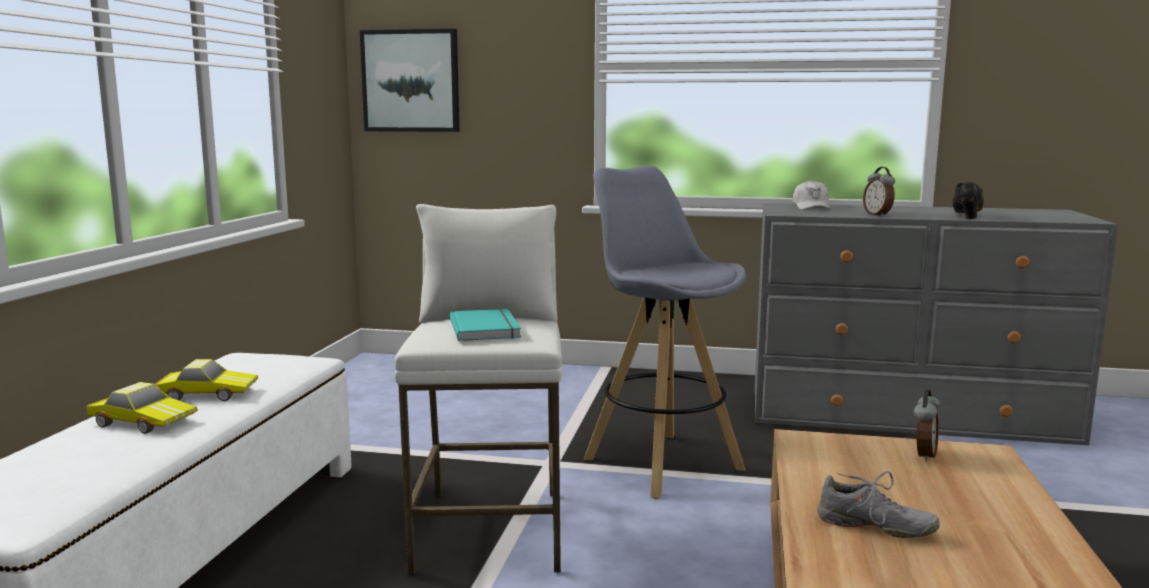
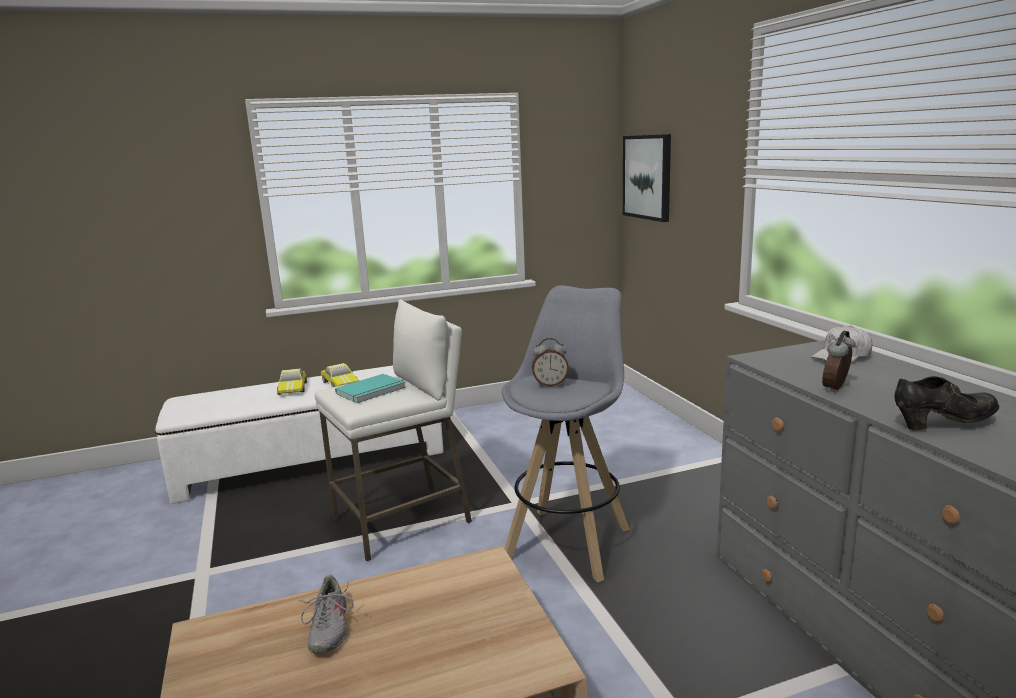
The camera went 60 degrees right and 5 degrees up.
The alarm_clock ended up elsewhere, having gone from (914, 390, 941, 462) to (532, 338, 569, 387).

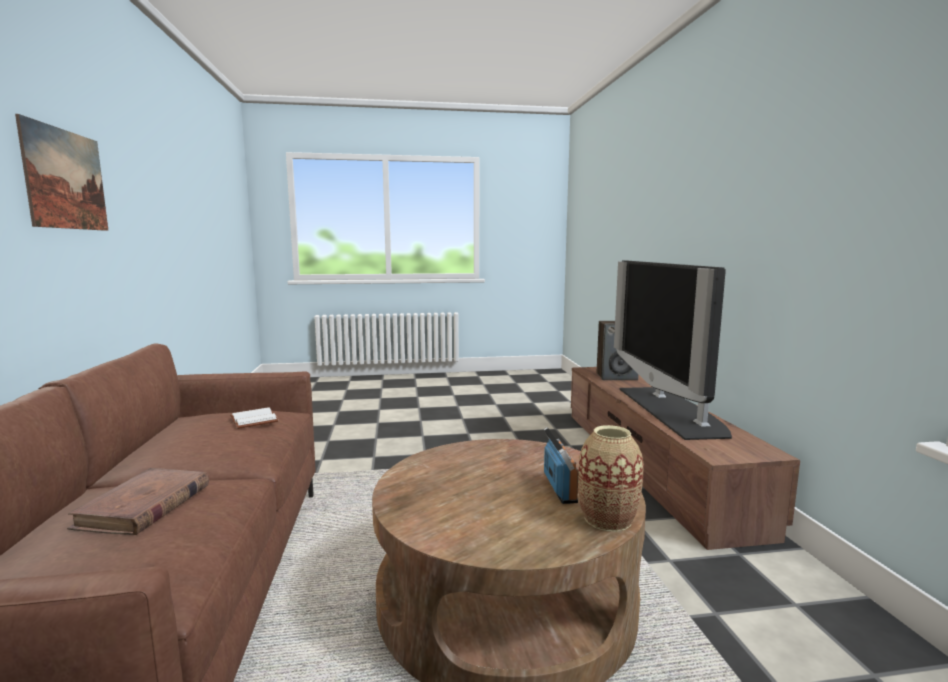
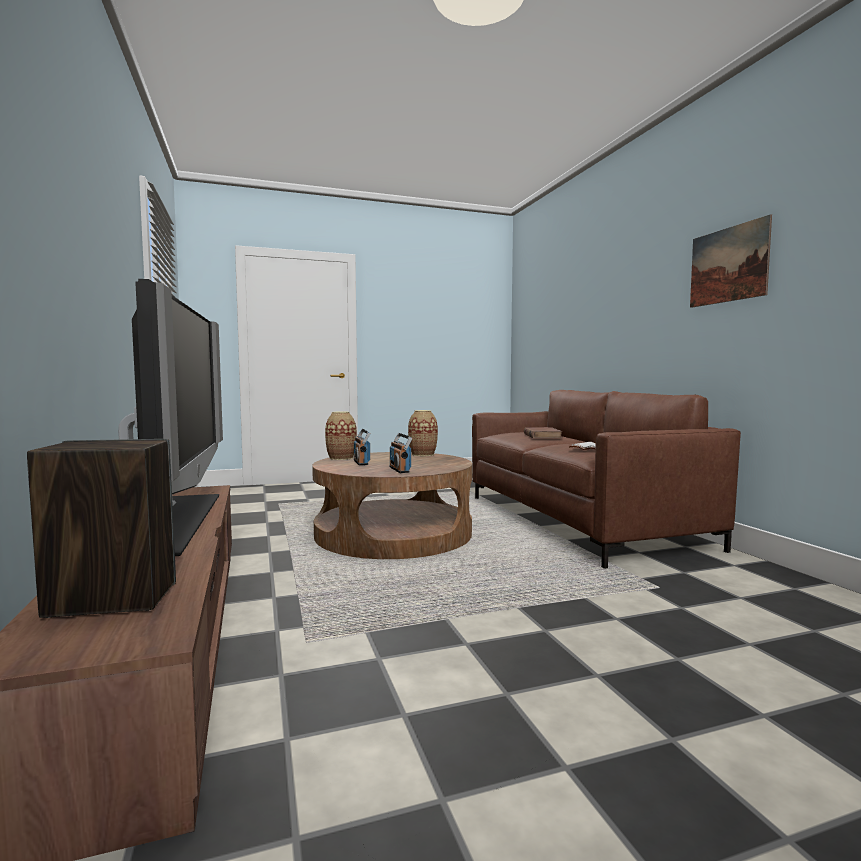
The camera went 170 degrees right and 5 degrees down.
The second view gained the vase at (408, 410, 438, 456).
The second view gained the radio at (390, 433, 413, 473).

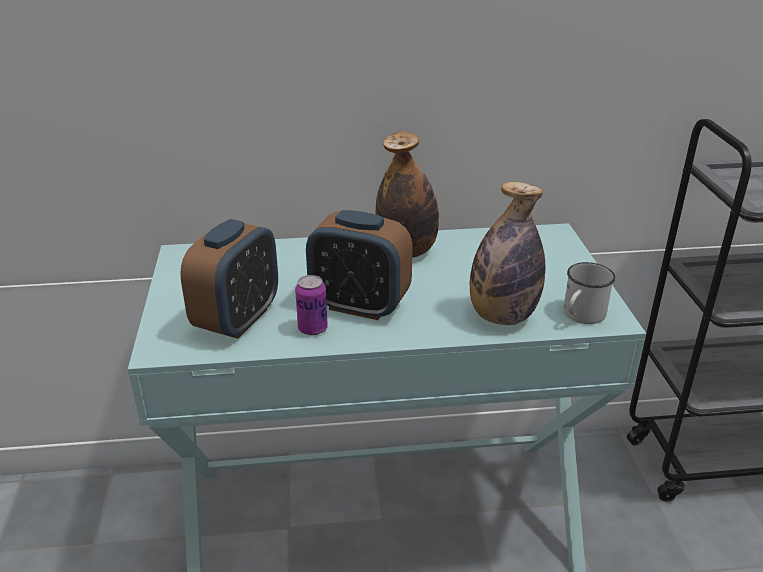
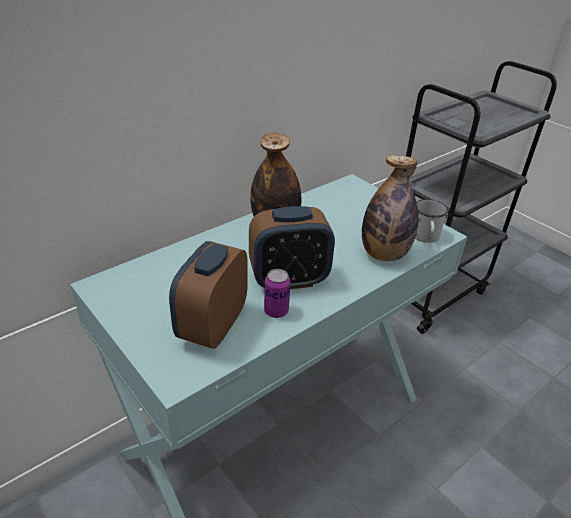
The camera went 35 degrees left and 5 degrees up.
The alarm_clock at (180, 219, 278, 339) ended up facing another way, 150 degrees counterclockwise from before.

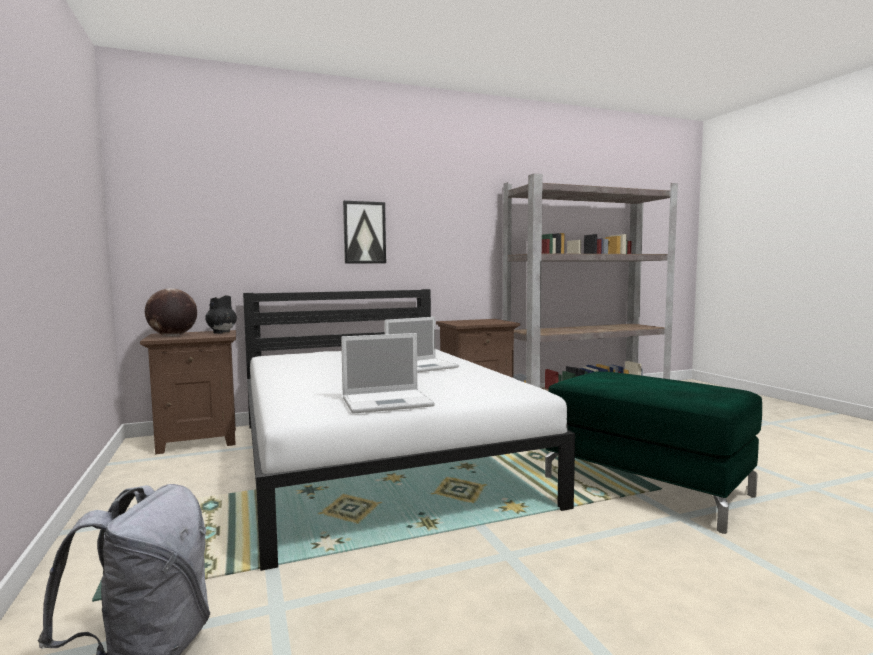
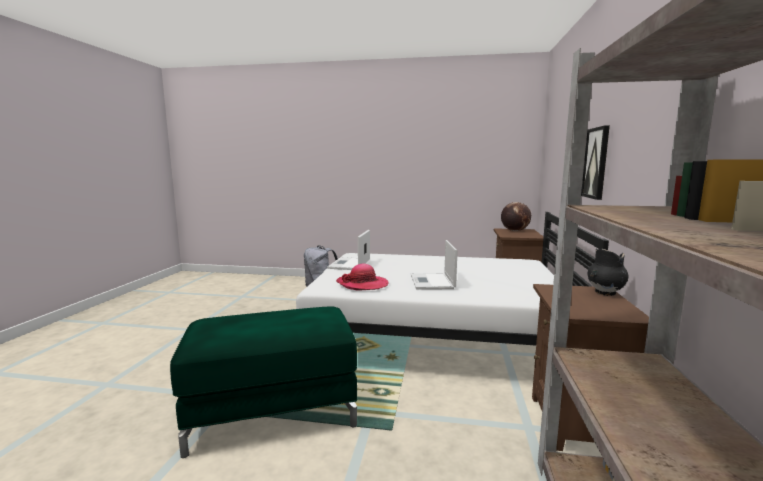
The camera went 120 degrees right and 5 degrees up.
The black_vase ended up elsewhere, having gone from (205, 295, 237, 334) to (588, 249, 628, 296).
The second view gained the wearable_hat at (336, 264, 389, 291).

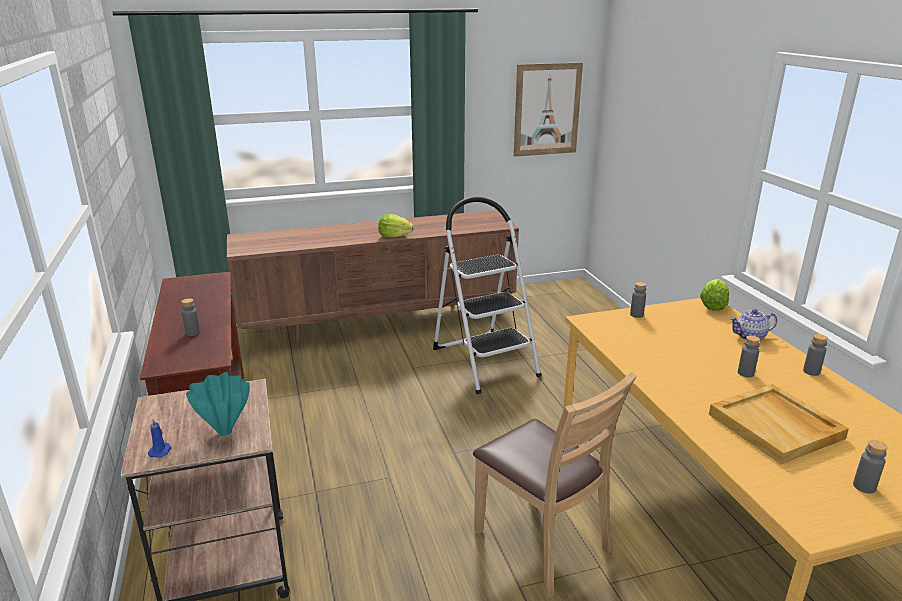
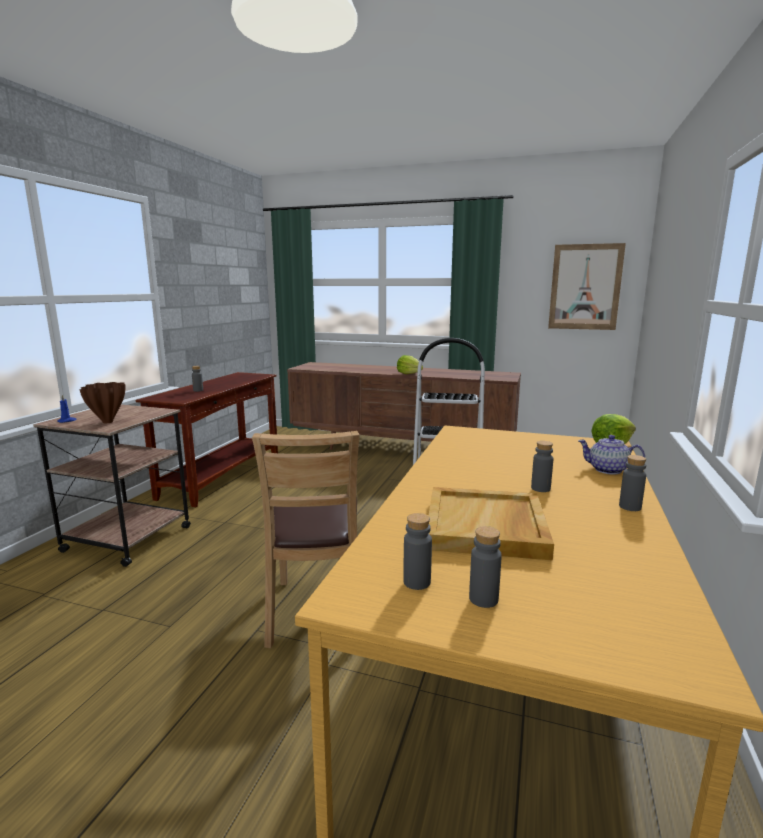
The camera went 35 degrees right and 10 degrees down.
The greyish_bottle ended up elsewhere, having gone from (630, 282, 646, 318) to (403, 513, 432, 590).
What was the blue-green_vase at (186, 372, 249, 436) turned into the brown_vase at (79, 382, 125, 423).

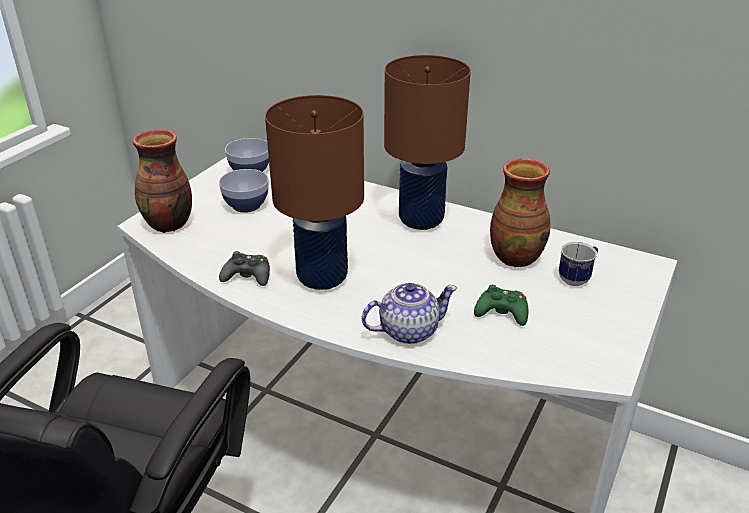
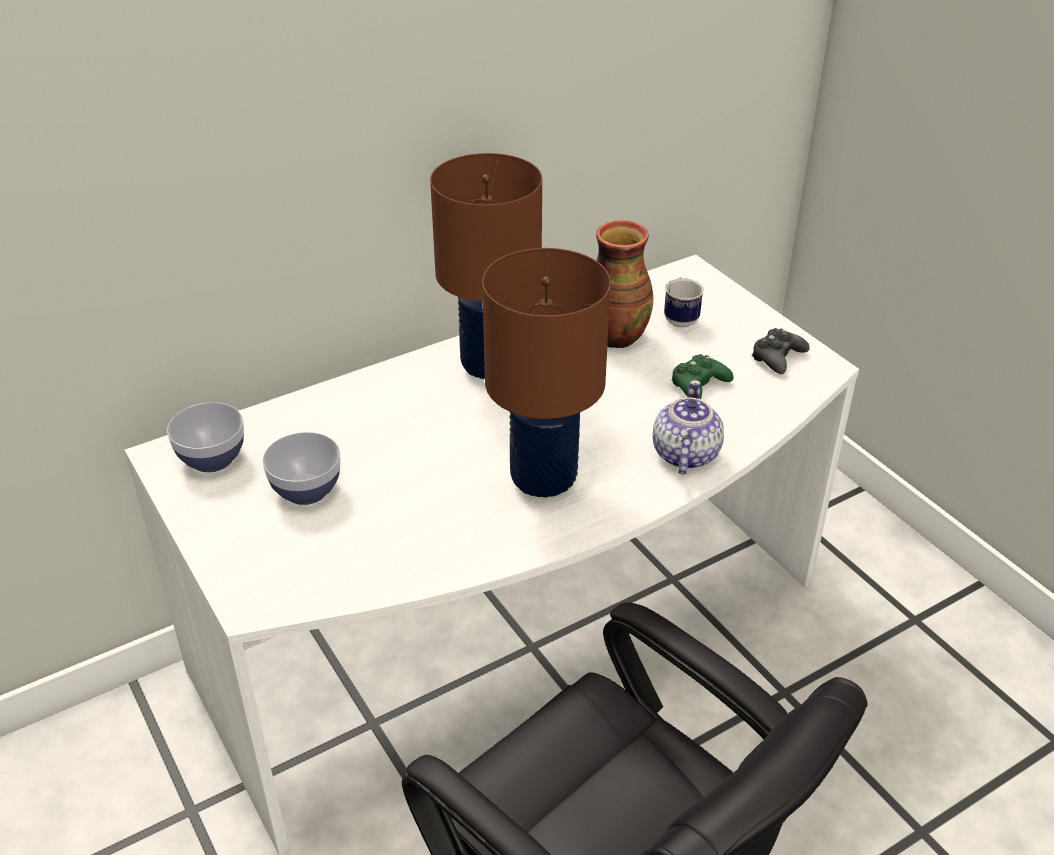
The camera went 60 degrees left and 5 degrees up.
The second view lost the vase at (133, 130, 192, 233).
The black_gamepad ended up elsewhere, having gone from (219, 251, 270, 286) to (751, 328, 810, 374).

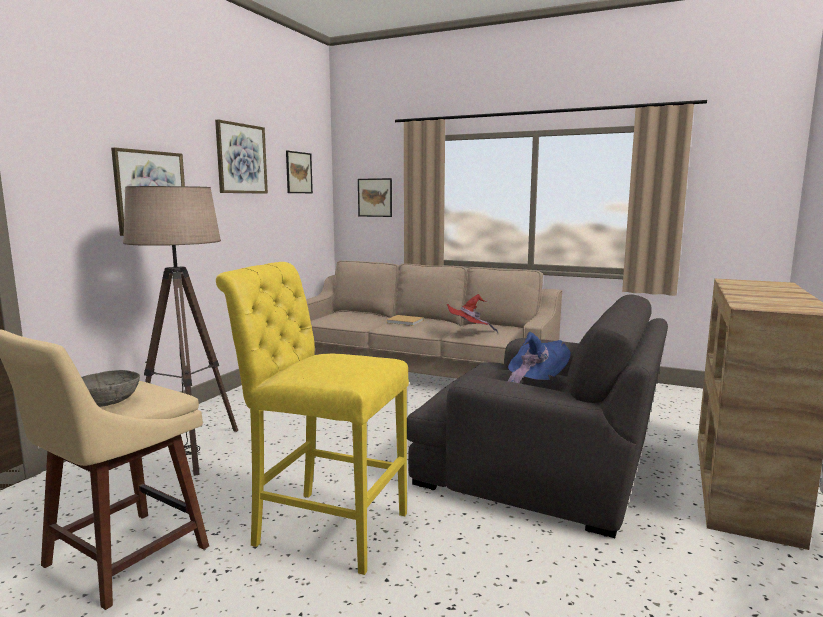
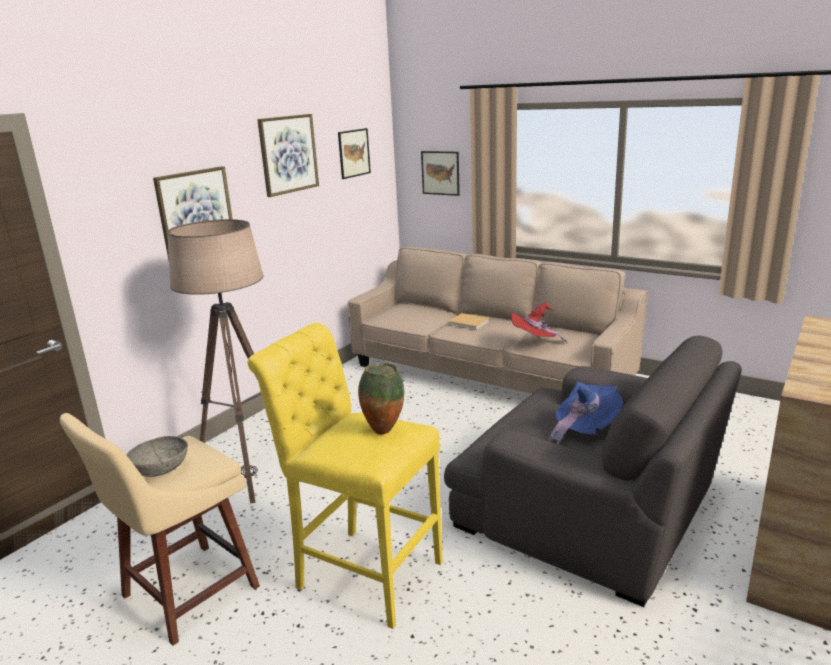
The camera went 10 degrees right and 10 degrees up.
The second view gained the vase at (358, 362, 404, 435).

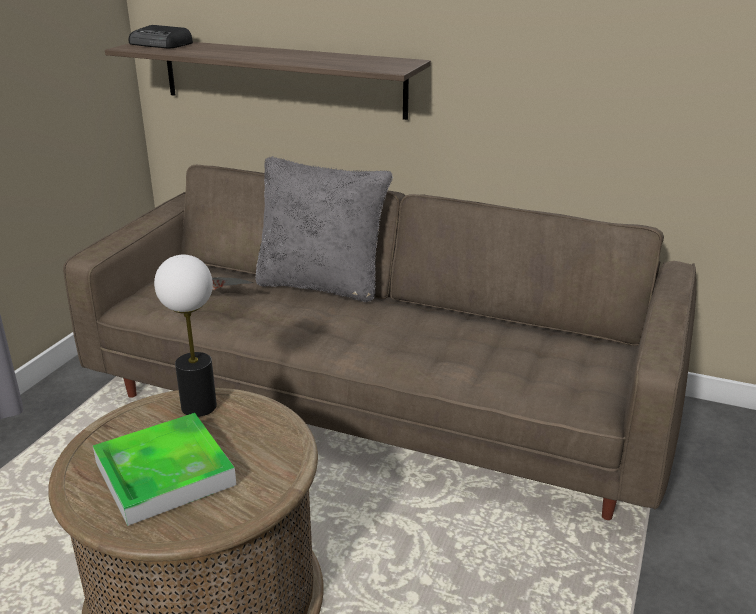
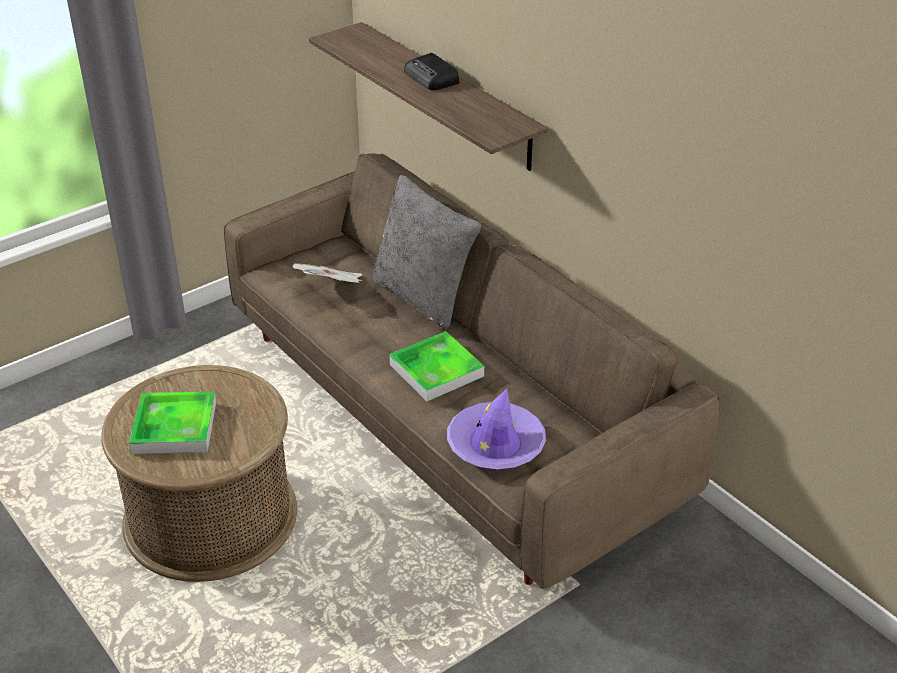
The camera went 30 degrees right and 10 degrees up.
The radio ended up elsewhere, having gone from (129, 25, 193, 48) to (404, 53, 459, 90).
The second view lost the lamp_for_a_table at (154, 255, 217, 417).
The second view gained the serving_tray at (389, 331, 484, 401).
The second view gained the purplish_wearable_hat at (447, 389, 546, 470).

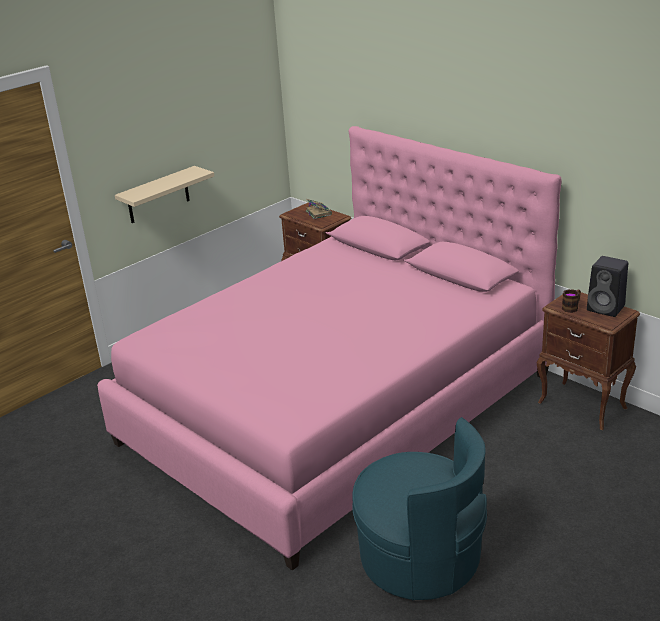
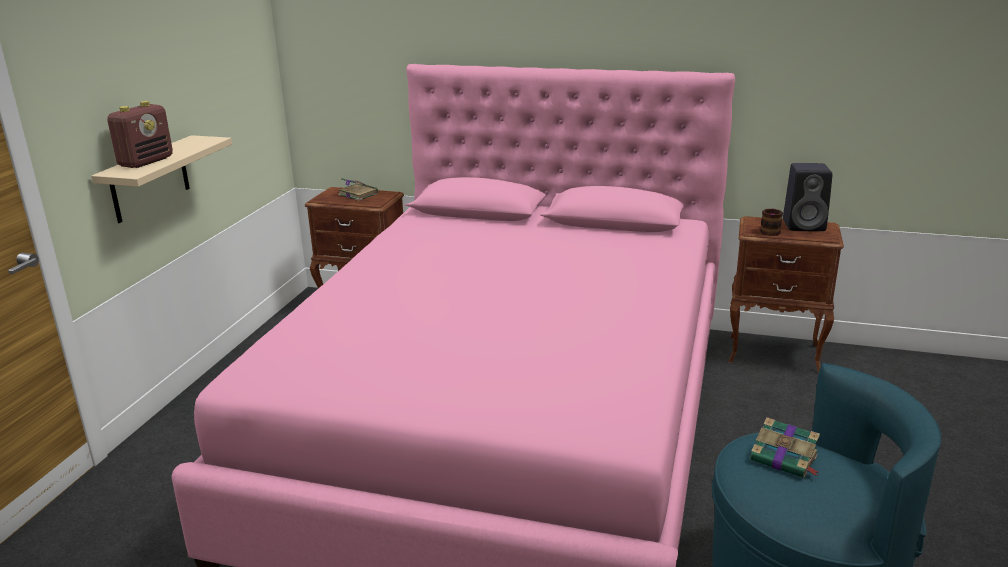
The camera went 30 degrees left and 5 degrees down.
The second view gained the radio at (107, 101, 173, 168).
The second view gained the bound_book at (751, 417, 820, 478).

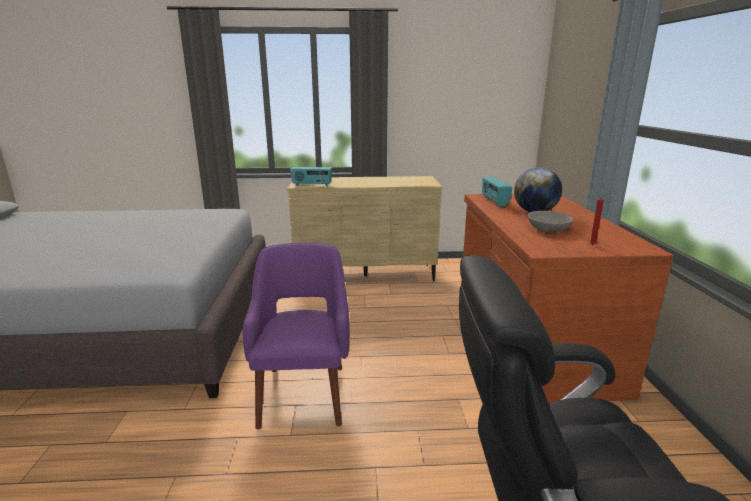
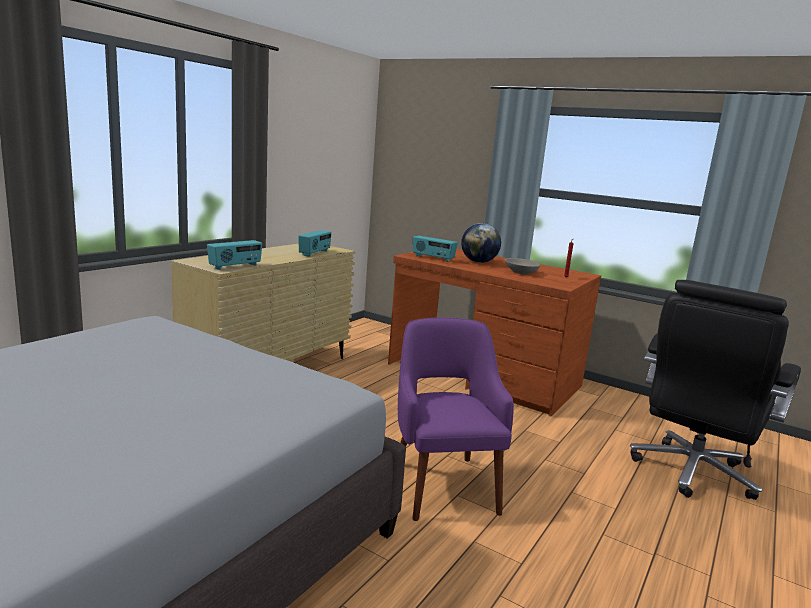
The camera went 55 degrees left and 5 degrees down.
The purplish_lounge_chair at (243, 243, 350, 429) ended up facing another way, 45 degrees clockwise from before.
The second view gained the radio at (298, 230, 332, 257).

